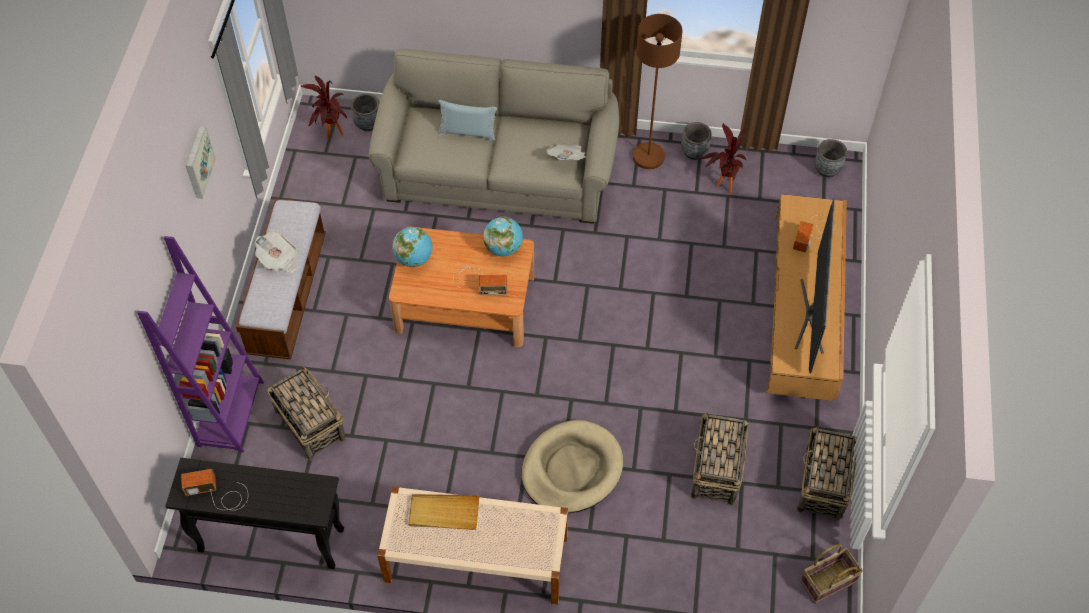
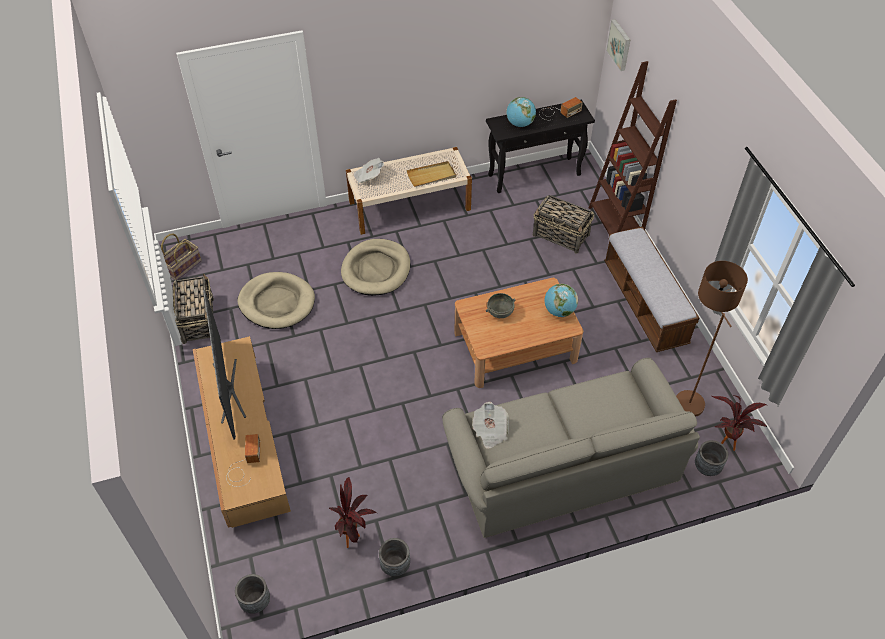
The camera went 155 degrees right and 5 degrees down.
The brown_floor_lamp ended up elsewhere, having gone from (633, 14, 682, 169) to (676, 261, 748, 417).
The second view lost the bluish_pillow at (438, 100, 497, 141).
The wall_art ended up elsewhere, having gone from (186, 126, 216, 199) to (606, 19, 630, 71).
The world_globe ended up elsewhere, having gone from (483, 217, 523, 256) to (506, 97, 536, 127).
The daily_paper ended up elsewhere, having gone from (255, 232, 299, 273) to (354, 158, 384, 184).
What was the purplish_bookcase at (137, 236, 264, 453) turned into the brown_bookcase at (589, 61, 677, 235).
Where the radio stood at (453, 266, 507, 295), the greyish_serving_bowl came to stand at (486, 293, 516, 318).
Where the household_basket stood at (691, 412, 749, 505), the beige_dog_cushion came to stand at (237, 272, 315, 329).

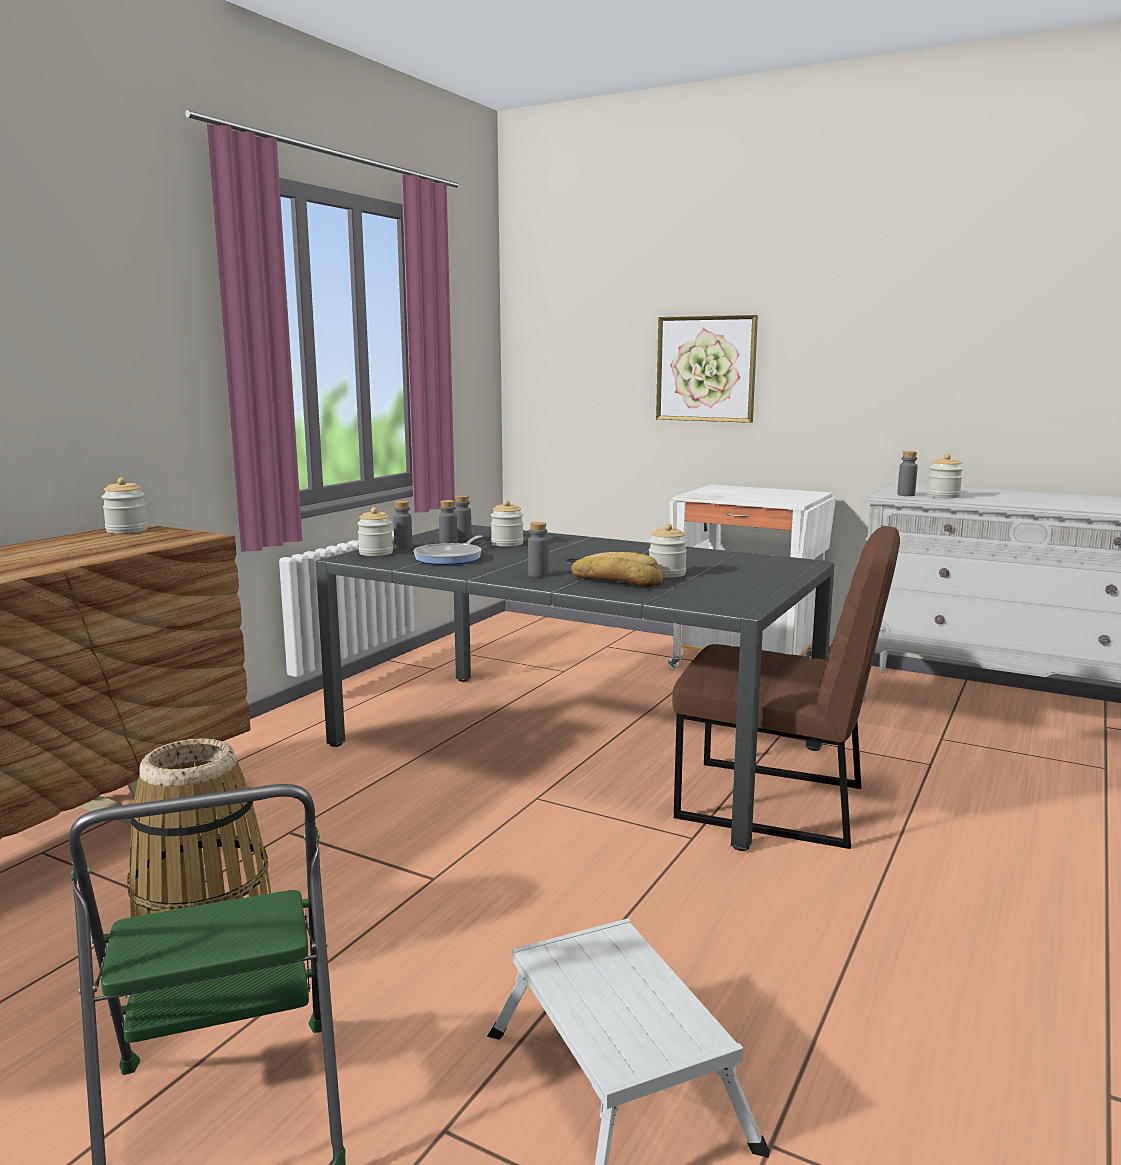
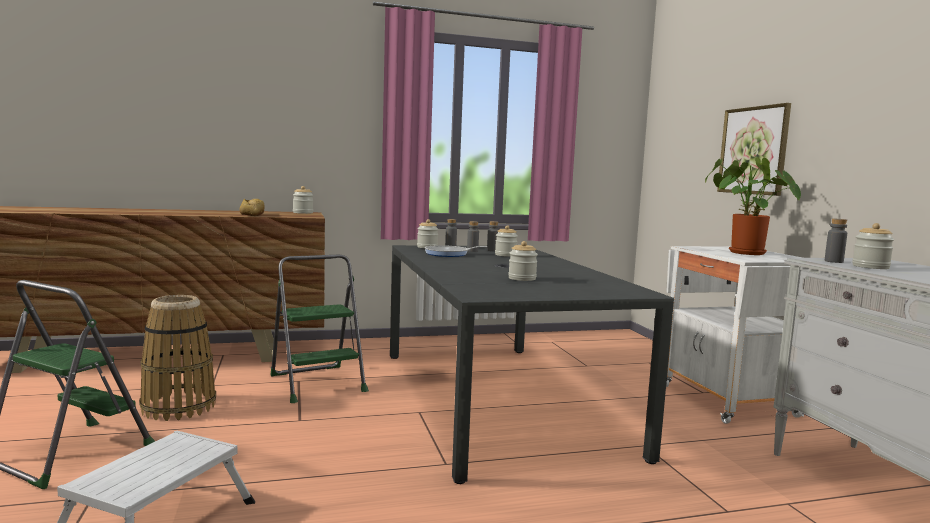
The camera went 45 degrees right and 5 degrees down.
The second view lost the greyish_bottle at (528, 522, 549, 577).
The second view lost the brown_plain_chair at (672, 526, 900, 849).
The baked_bread ended up elsewhere, having gone from (571, 552, 663, 587) to (240, 199, 265, 216).
The second view gained the plant_in_a_pot at (705, 157, 801, 255).
The second view gained the greenish_step_stool at (271, 255, 369, 403).

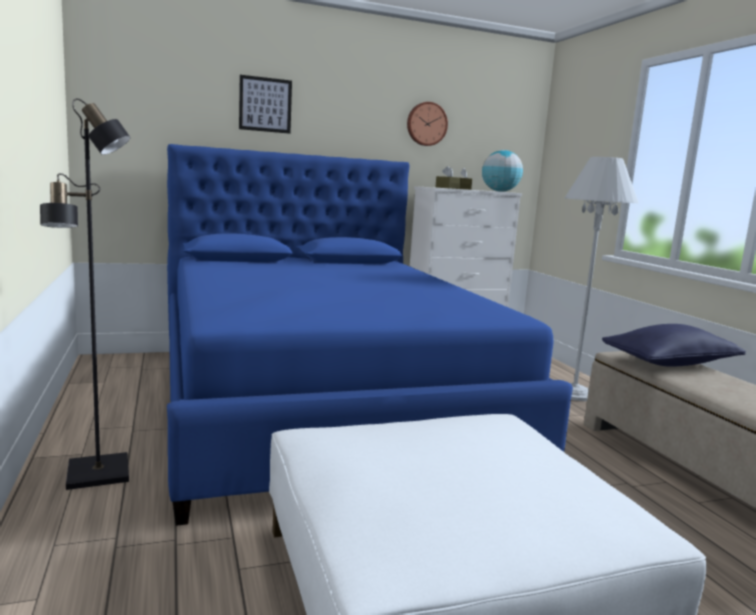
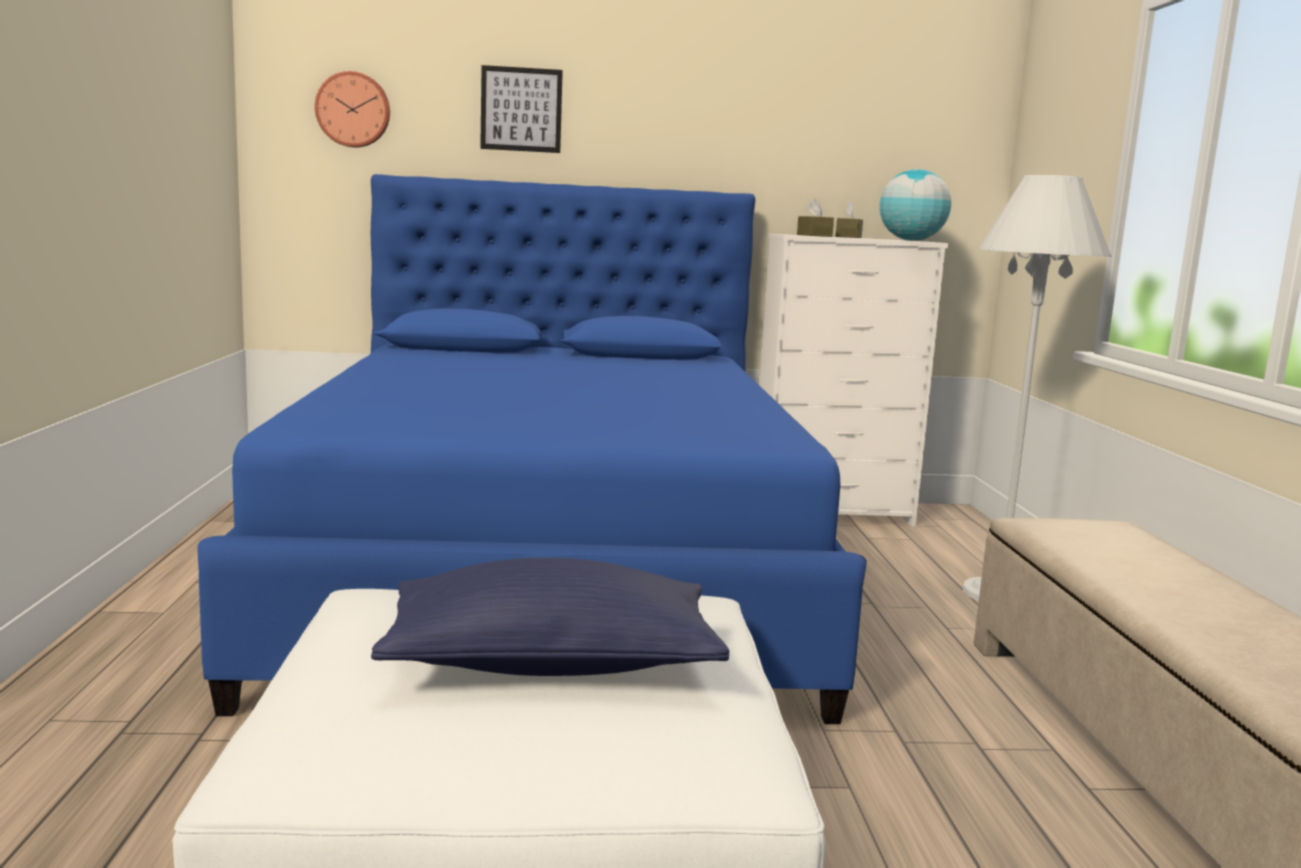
The camera went 15 degrees right and 0 degrees up.
The second view lost the black_floor_lamp at (40, 98, 130, 490).
The clock_on_the_wall ended up elsewhere, having gone from (407, 102, 448, 146) to (315, 71, 390, 147).
The bluish_pillow ended up elsewhere, having gone from (602, 324, 746, 367) to (371, 557, 729, 676).

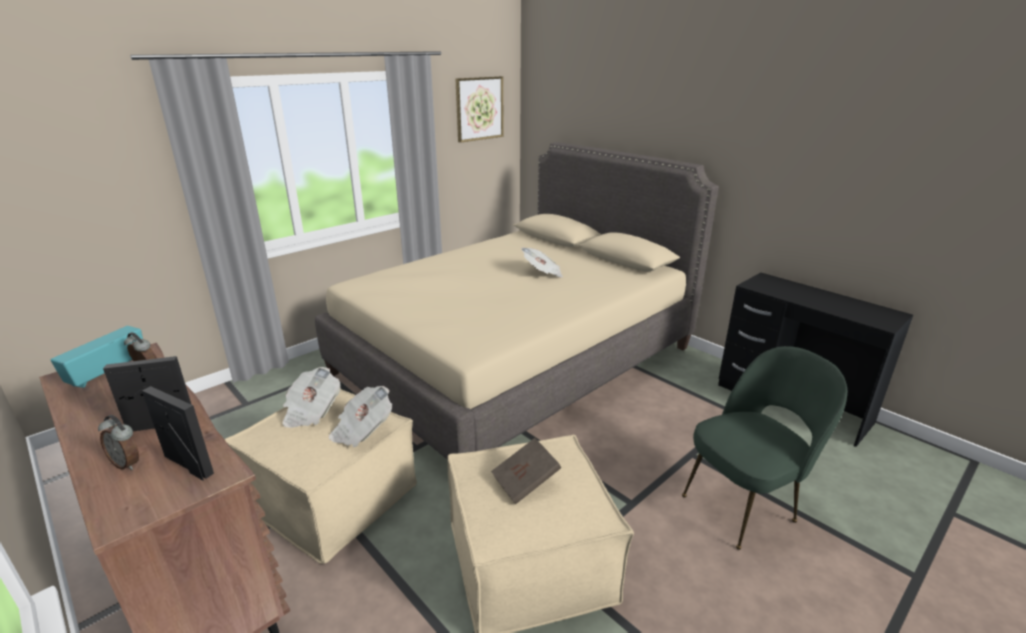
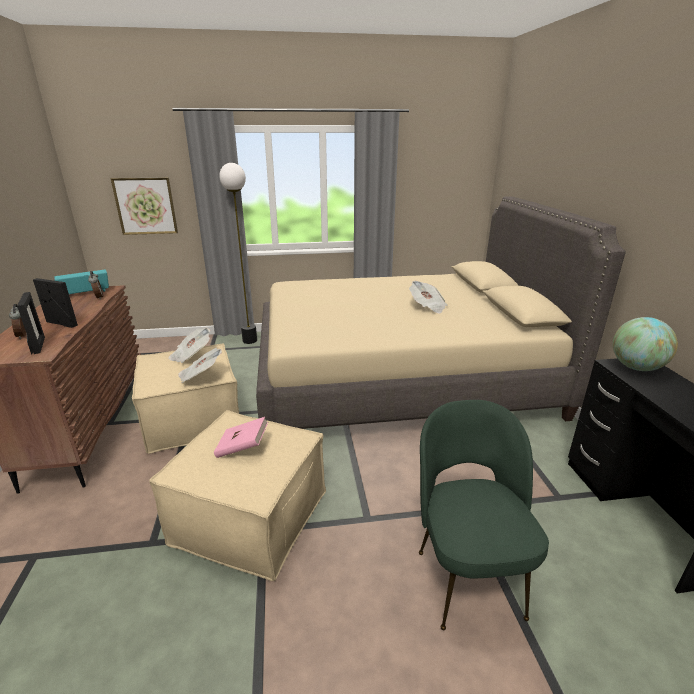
The camera went 35 degrees right and 0 degrees up.
The wall_art ended up elsewhere, having gone from (455, 76, 504, 143) to (111, 177, 178, 235).
The greenish_plain_chair at (682, 346, 847, 550) ended up facing another way, 105 degrees counterclockwise from before.
What was the brown_bound_book at (491, 438, 561, 505) turned into the pink-coloured_bound_book at (214, 417, 268, 458).
The second view gained the floor_lamp at (219, 163, 257, 344).
The second view gained the world_globe at (613, 317, 678, 371).

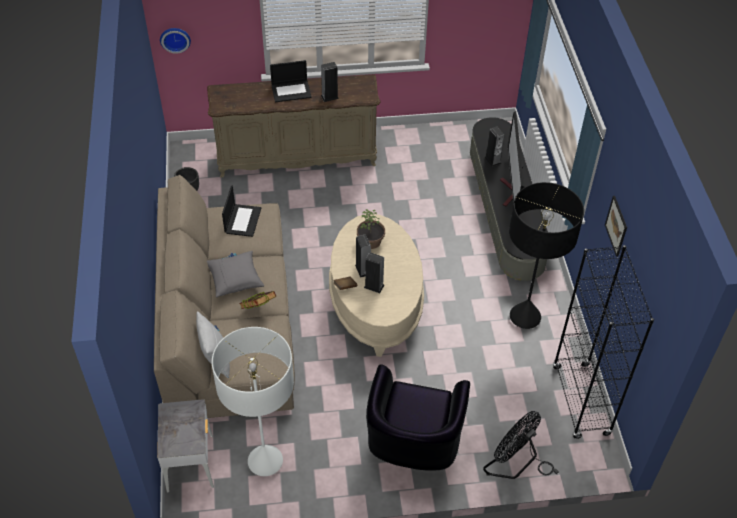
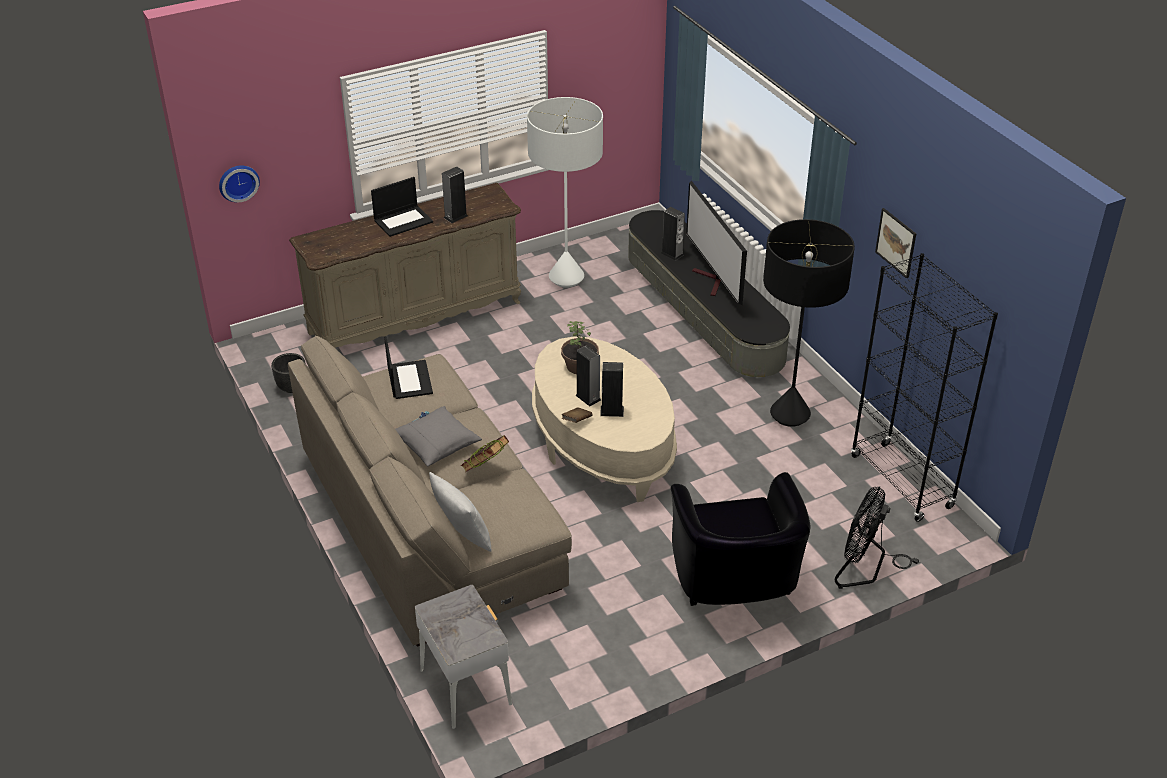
The camera went 20 degrees left and 10 degrees down.
The white-coloured_floor_lamp ended up elsewhere, having gone from (212, 327, 294, 476) to (527, 97, 603, 288).

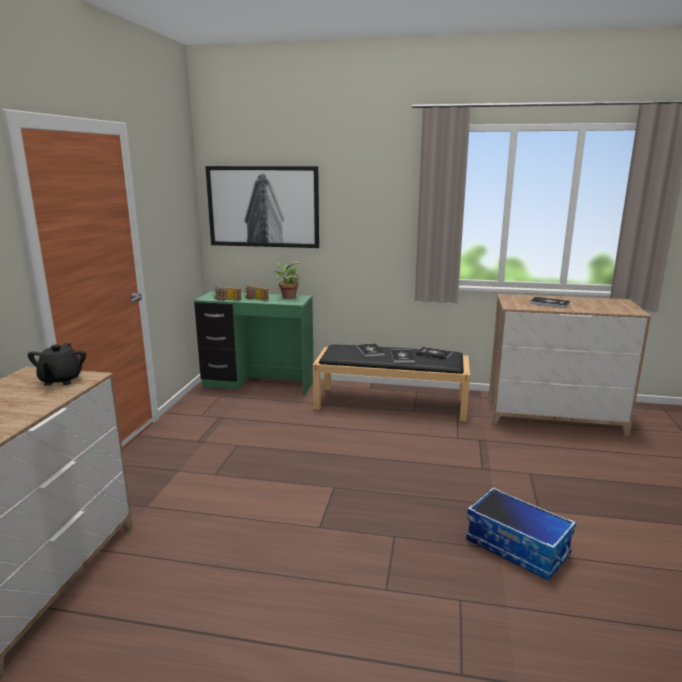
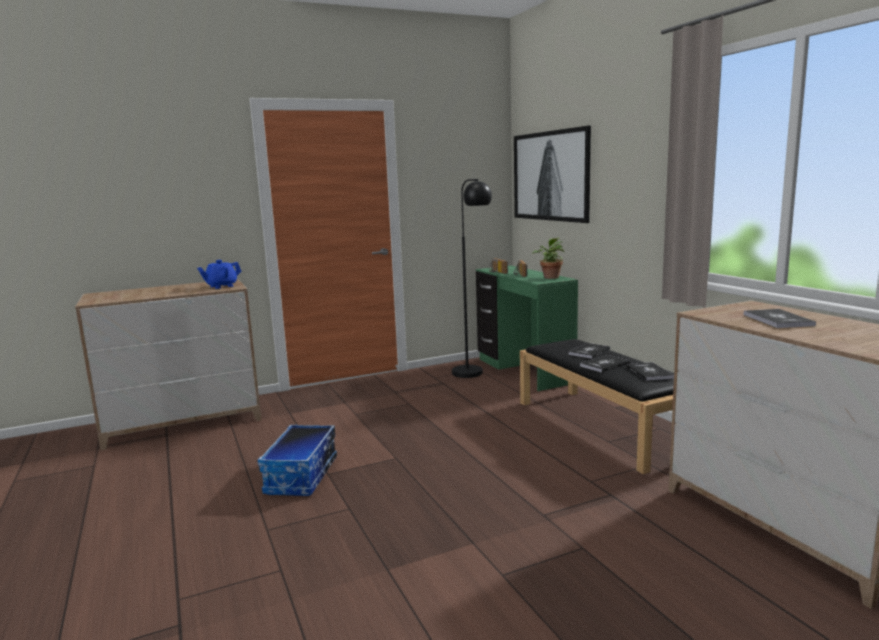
The camera went 55 degrees right and 5 degrees down.
What was the black_tea_pot at (28, 343, 86, 386) turned into the bluish_tea_pot at (197, 260, 242, 289).
The storage_container ended up elsewhere, having gone from (466, 488, 576, 580) to (258, 425, 337, 496).
The second view gained the black_floor_lamp at (452, 179, 492, 378).

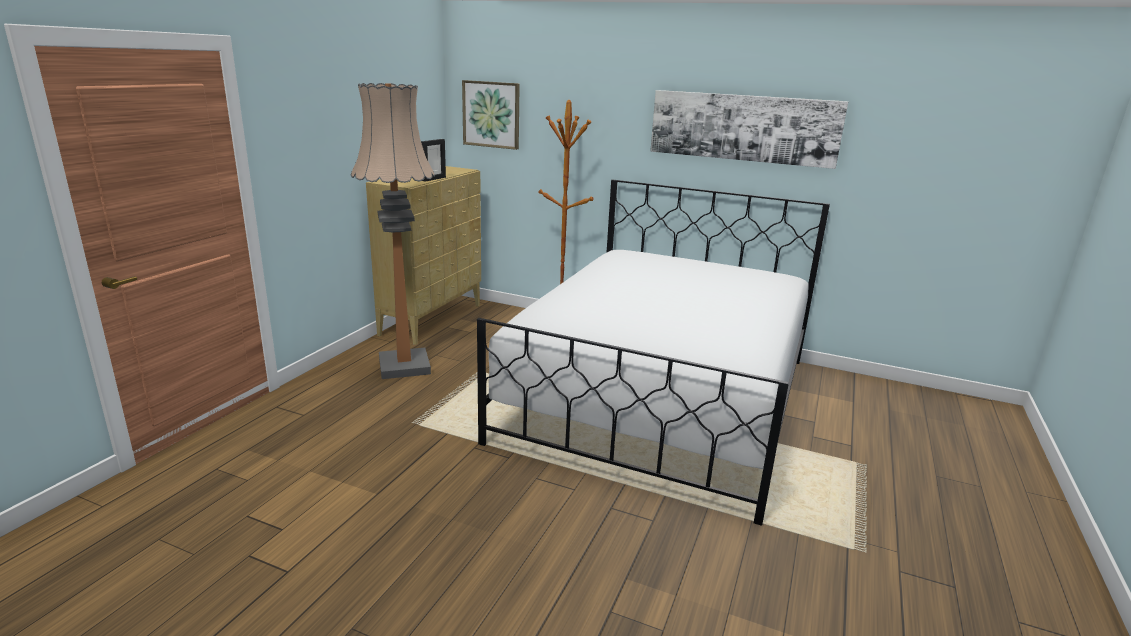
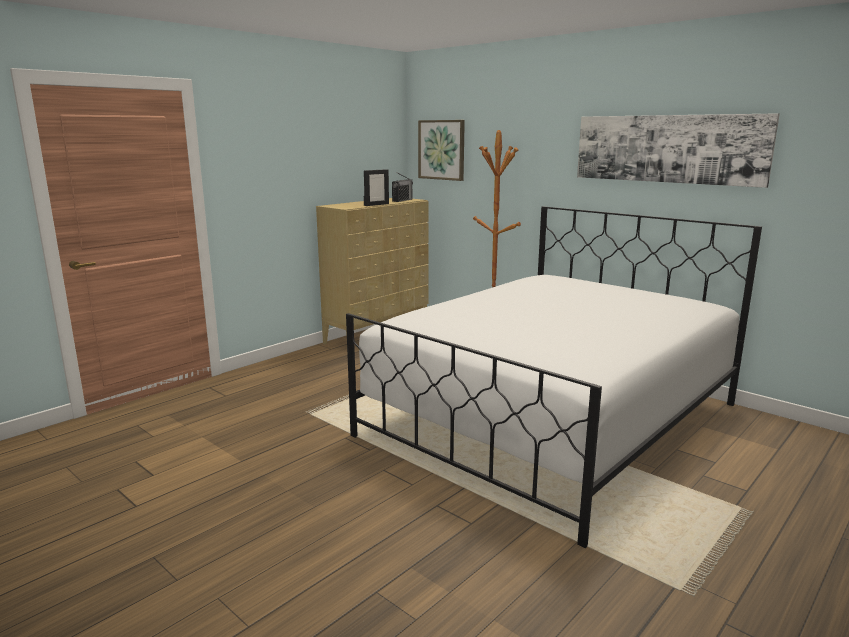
The camera went 20 degrees right and 5 degrees down.
The second view lost the floor_lamp at (351, 83, 435, 379).
The second view gained the radio at (392, 173, 413, 202).

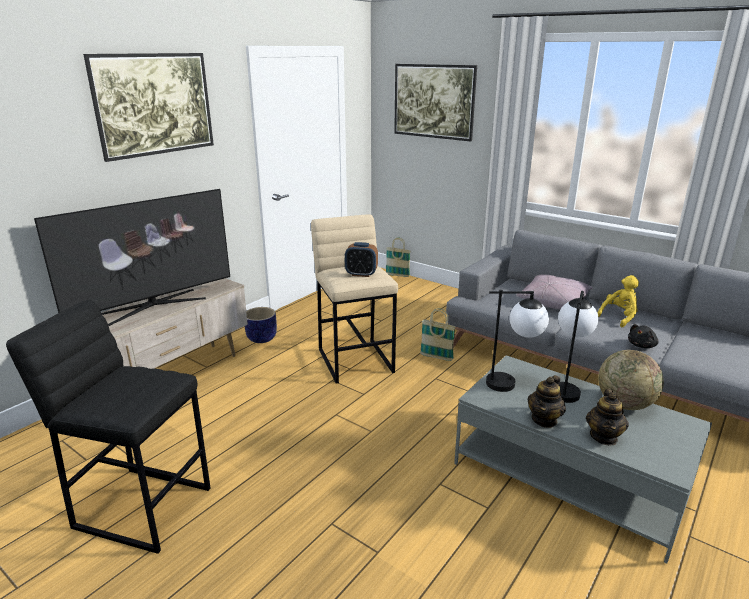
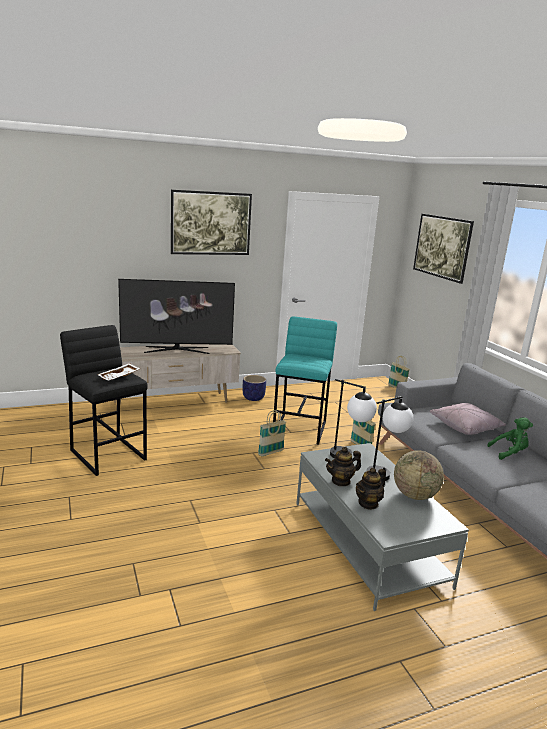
The camera went 30 degrees right and 5 degrees down.
What was the beige_stool_seat at (311, 214, 398, 384) turned into the blue-green_stool_seat at (273, 317, 337, 445).
The second view lost the alarm_clock at (345, 242, 378, 277).
What was the yellow_cuddly_toy at (597, 275, 639, 327) turned into the greenish_cuddly_toy at (487, 417, 533, 460).
The second view lost the black_cuddly_toy at (628, 324, 659, 348).
The second view gained the white-coloured_serving_tray at (98, 363, 140, 381).
The second view gained the household_basket at (258, 410, 286, 456).

